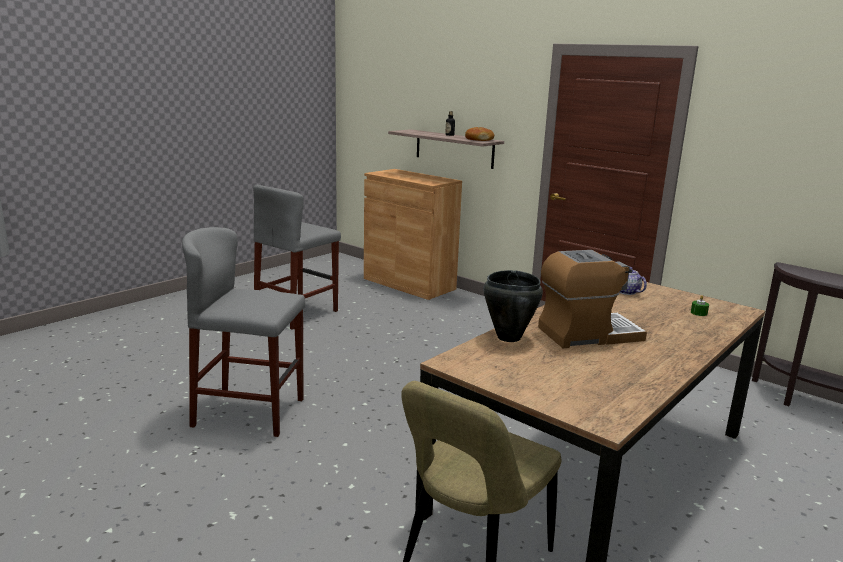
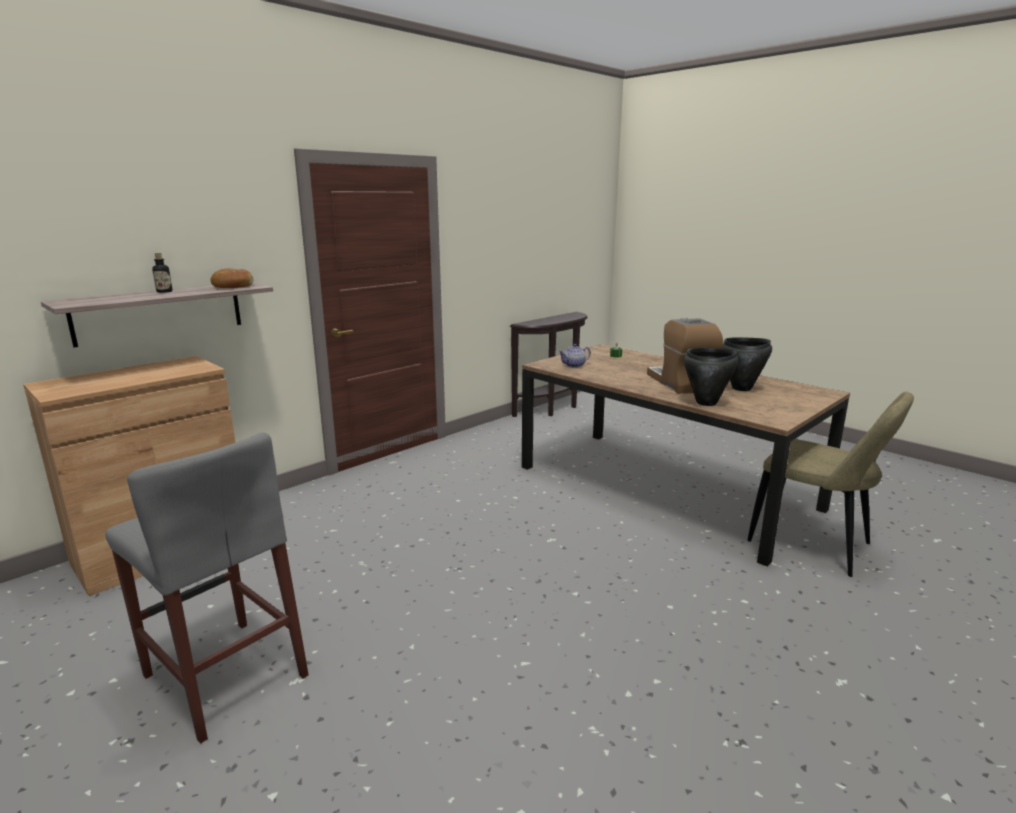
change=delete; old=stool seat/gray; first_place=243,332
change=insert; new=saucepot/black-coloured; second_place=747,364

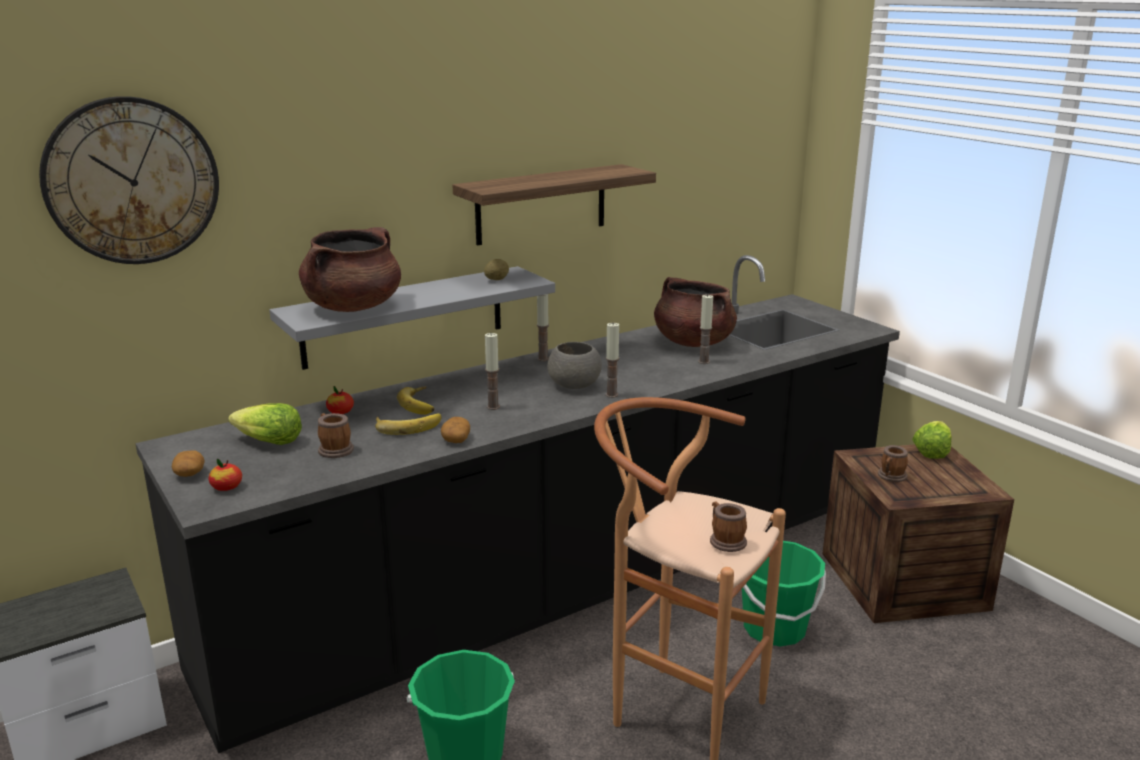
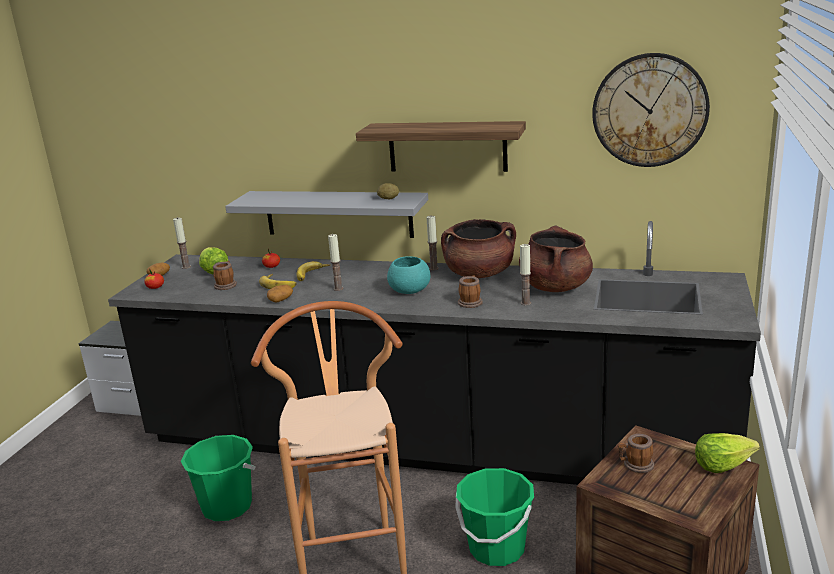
change=move; old=hanging clock; first_place=129,180; second_place=651,110
change=move; old=saucepot/brown; first_place=350,269; second_place=478,248
change=move; old=wax light; first_place=612,360; second_place=182,243
change=move; old=coffee mug; first_place=728,526; second_place=470,291
change=recolor; old=bowl/gray; new=bowl/blue-green; first_place=574,365; second_place=408,275

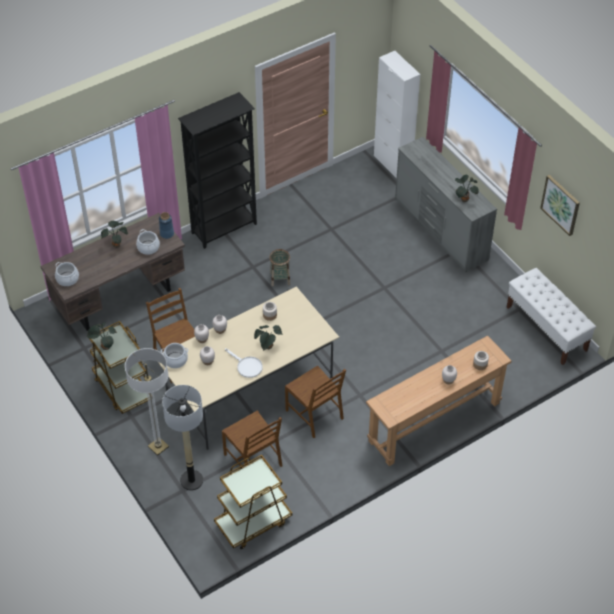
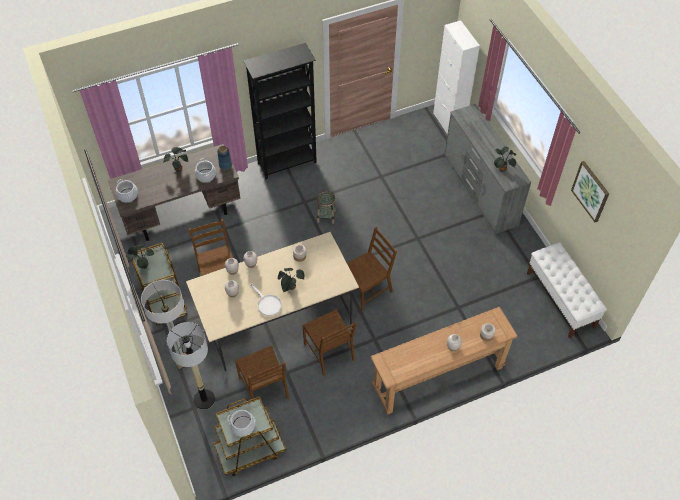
change=insert; new=chair/brown; second_place=372,269
change=move; old=saucepot; first_place=174,355; second_place=241,423

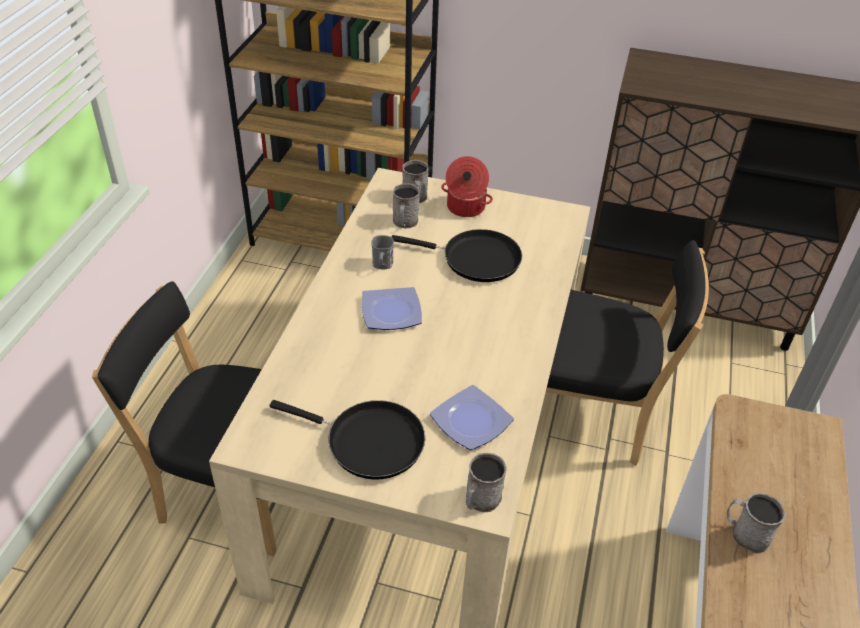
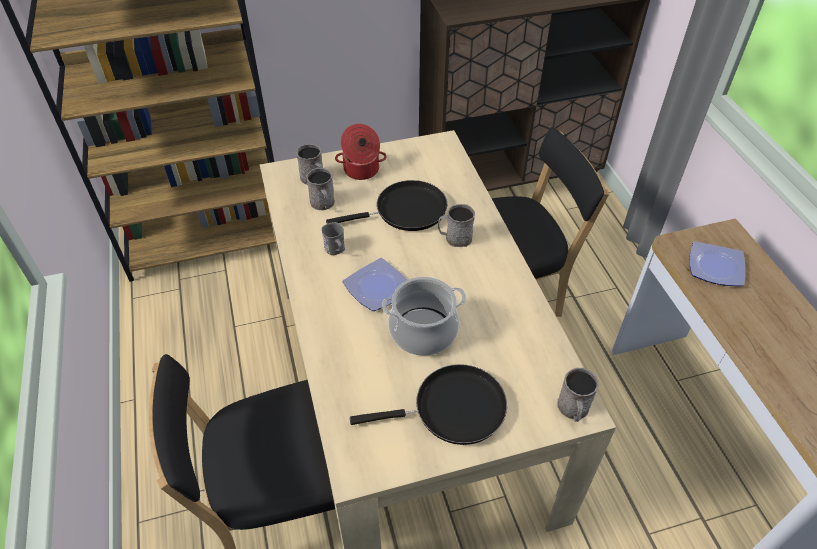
change=insert; new=saucepot; second_place=424,316
change=move; old=dinner plate; first_place=472,417; second_place=717,263
change=move; old=coffee mug/gray; first_place=756,523; second_place=456,225

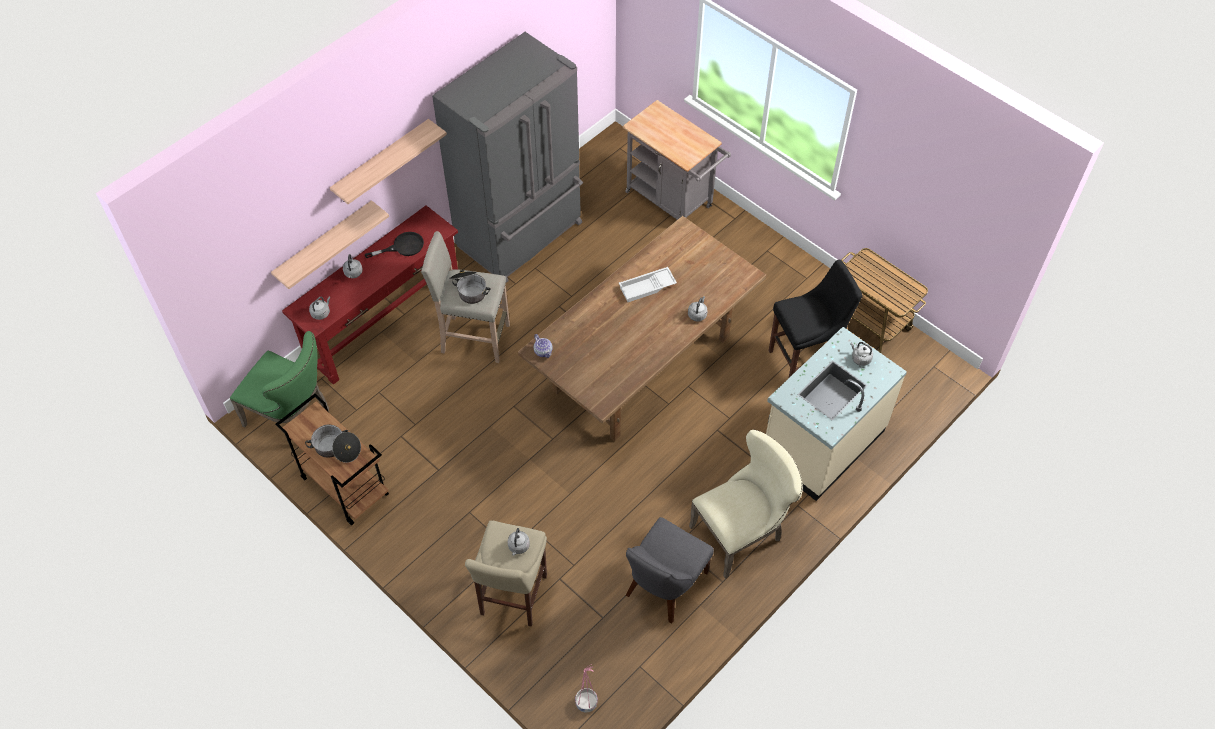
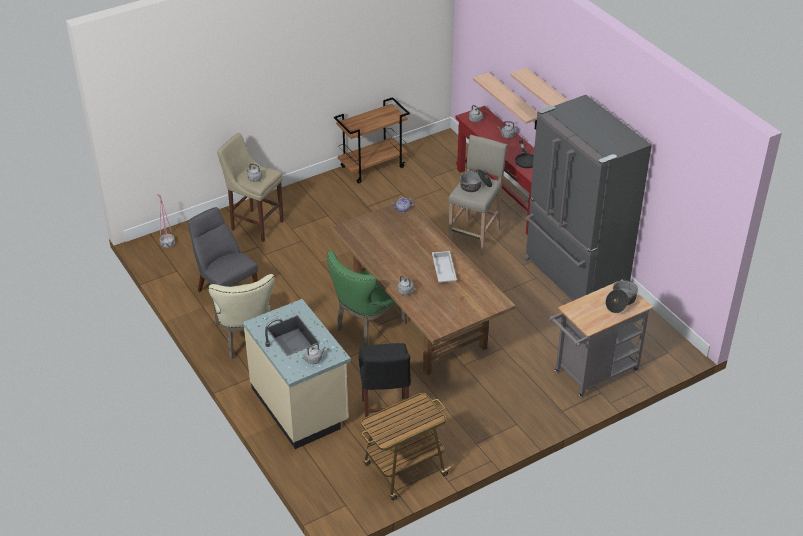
change=move; old=chair/greenish; first_place=279,379; second_place=367,298
change=move; old=saucepot; first_place=333,444; second_place=622,295

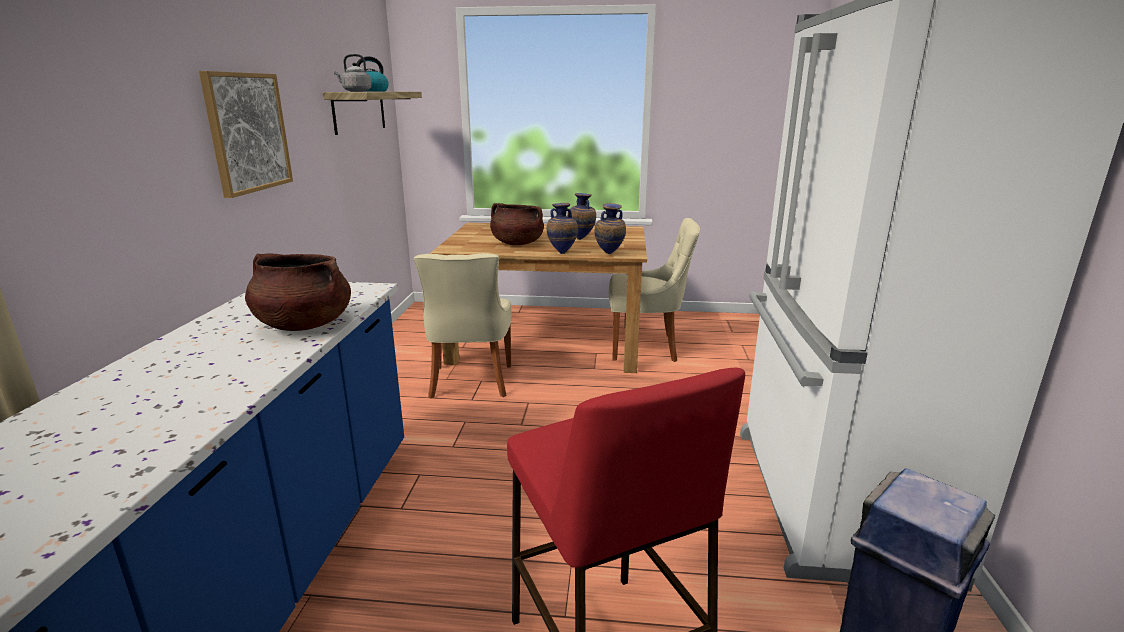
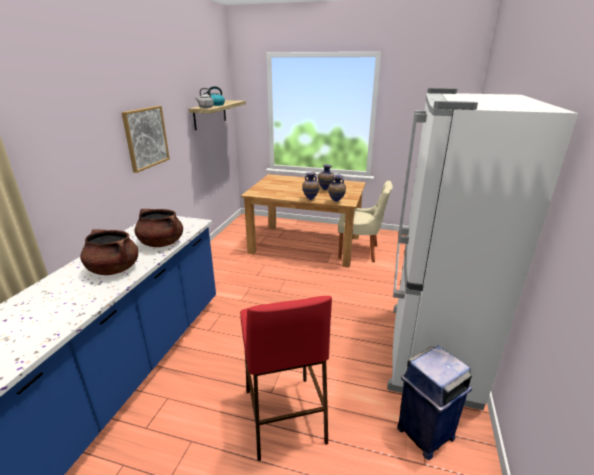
change=delete; old=chair/beige; first_place=463,325
change=move; old=saucepot/brown; first_place=517,224; second_place=109,252

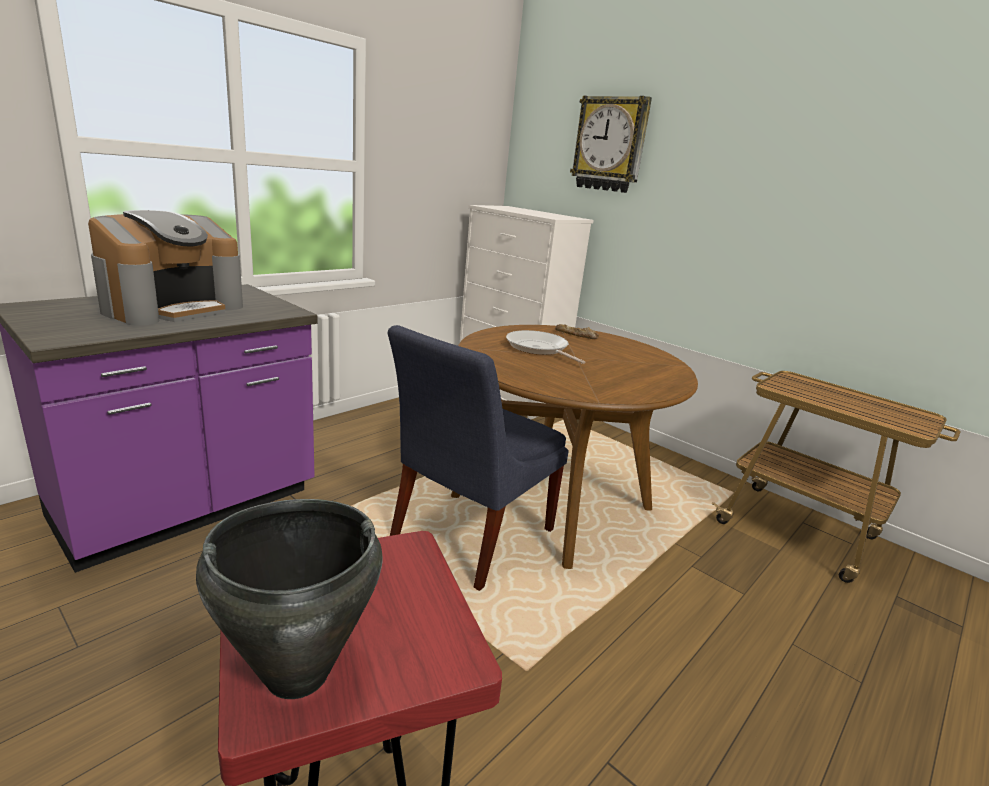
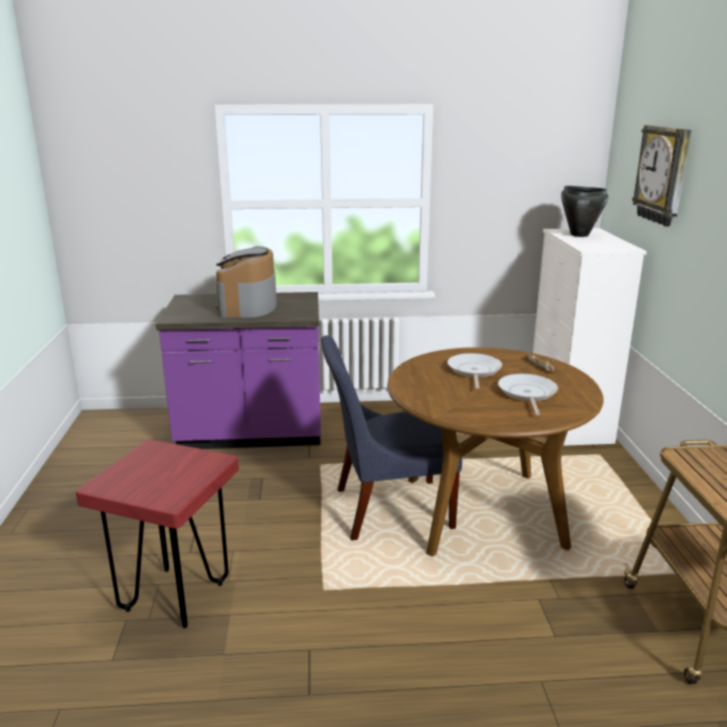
change=insert; new=skillet; second_place=528,394
change=move; old=saucepot/black-coloured; first_place=289,599; second_place=584,211
change=rotate; old=coffee maker; first_place=165,268; second_place=246,281; degrees=105

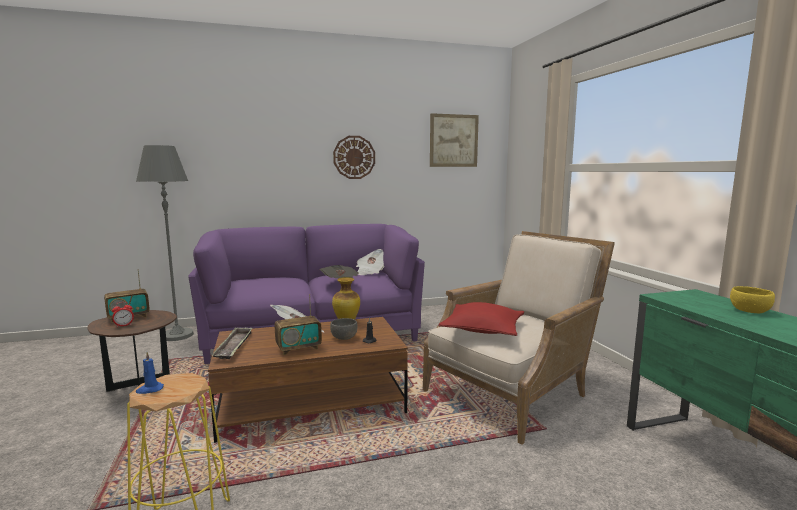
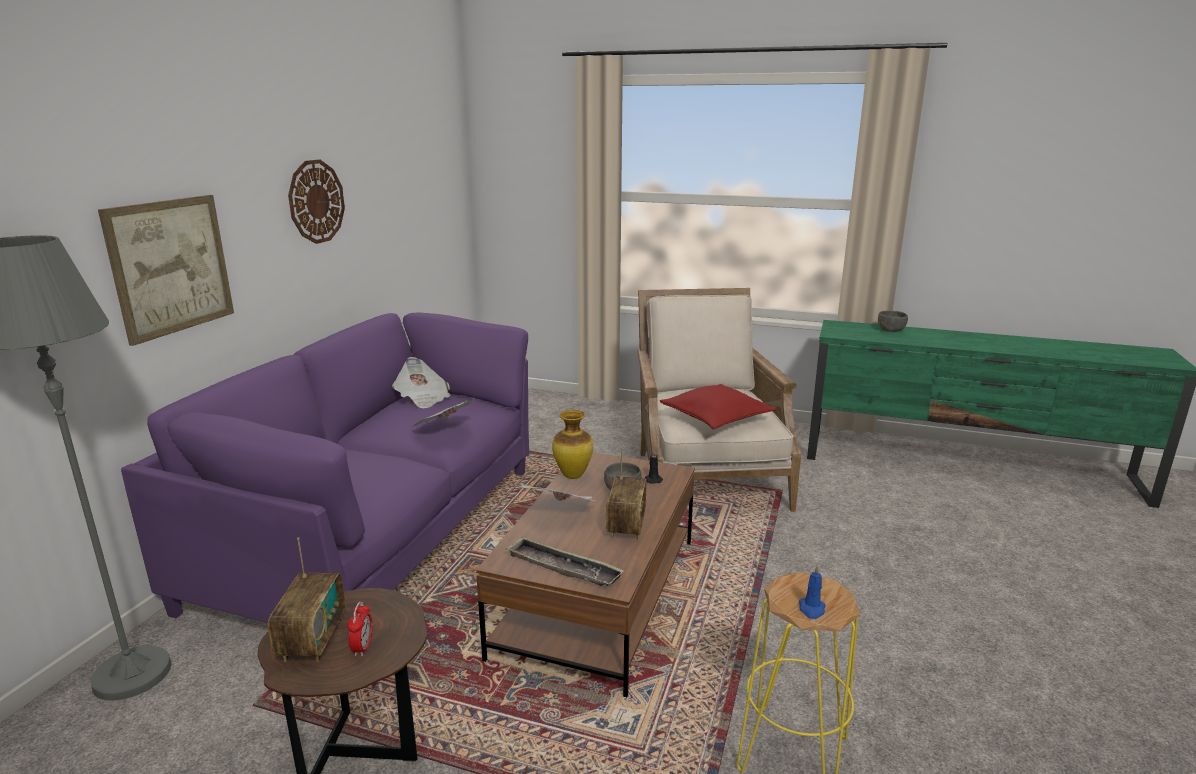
change=move; old=wall art; first_place=454,140; second_place=166,270
change=recolor; old=bowl/yellow-coloured; new=bowl/gray; first_place=752,299; second_place=893,321

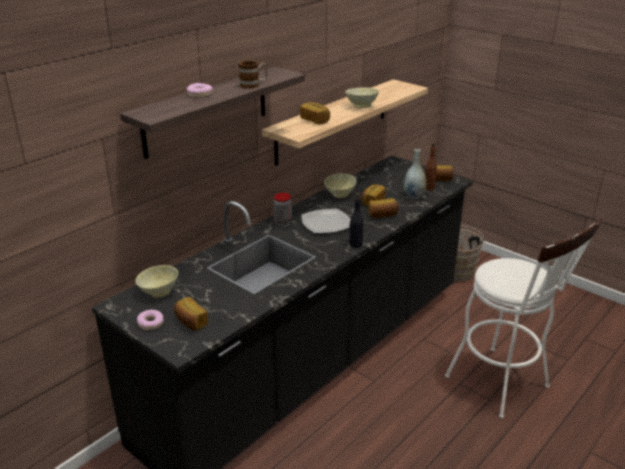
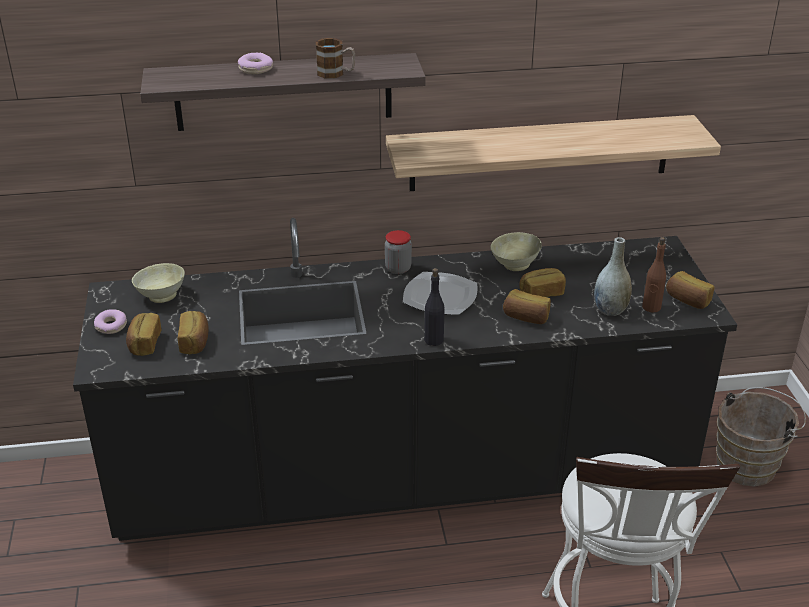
change=delete; old=bowl/beige; first_place=362,97
change=move; old=bakery bread; first_place=315,113; second_place=193,332

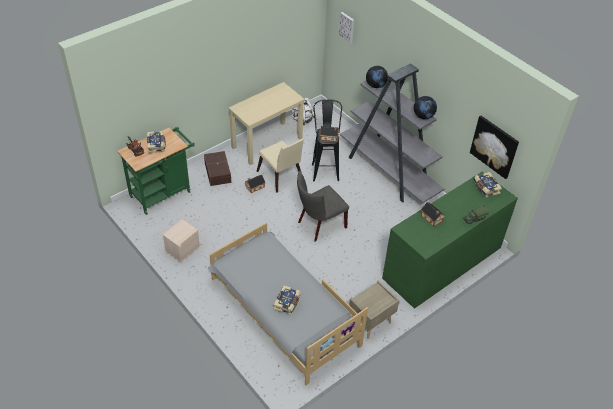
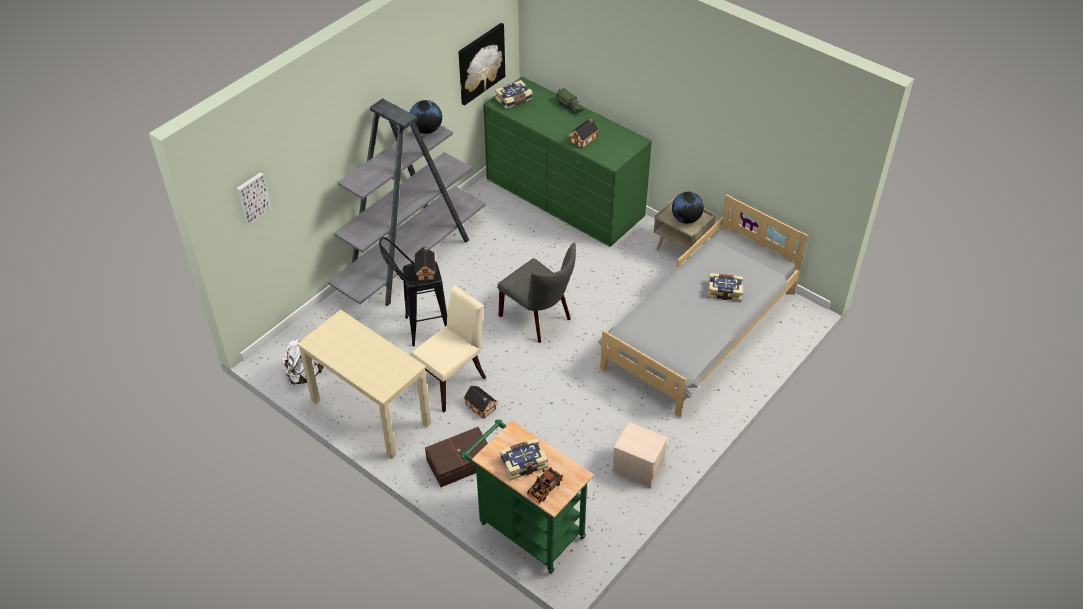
change=move; old=world globe; first_place=377,77; second_place=688,207

